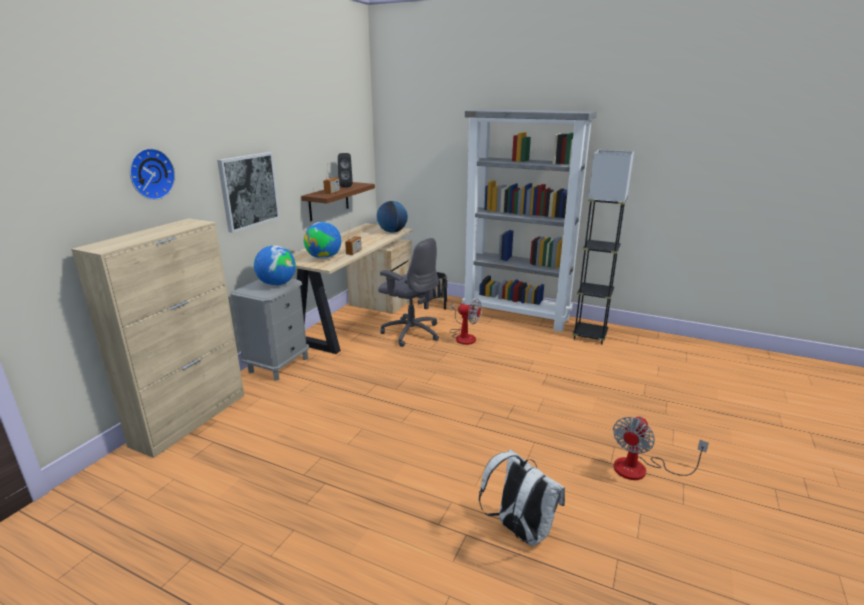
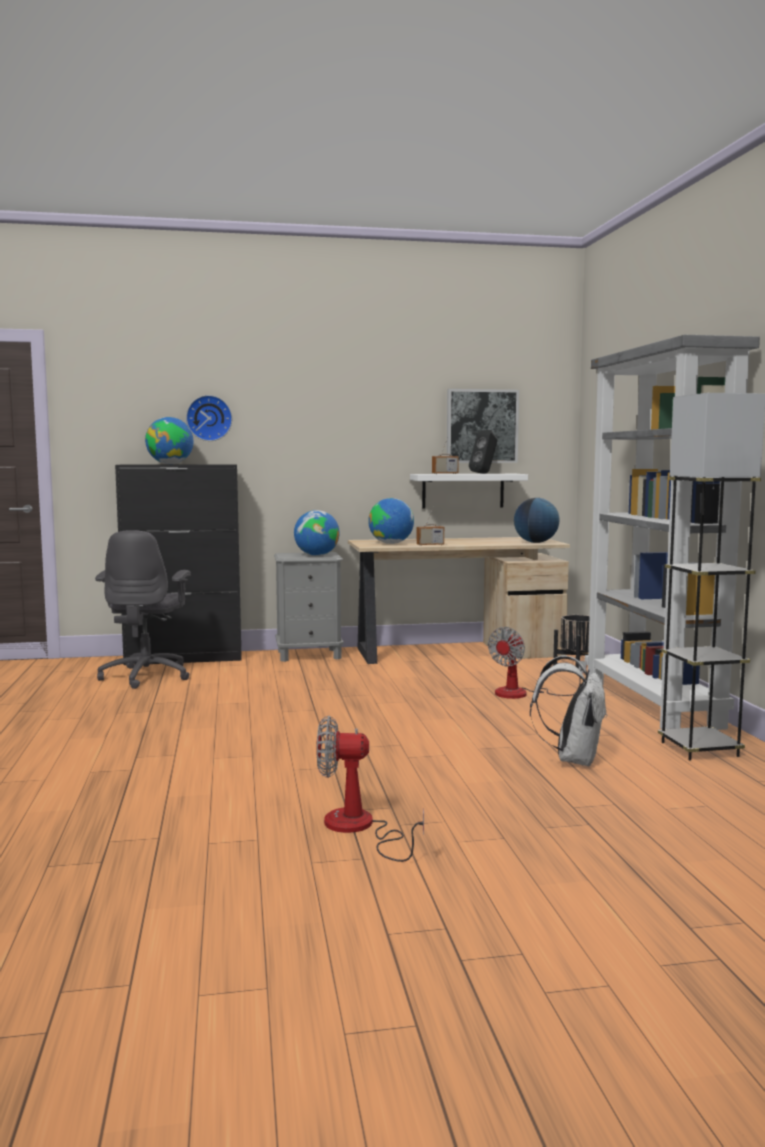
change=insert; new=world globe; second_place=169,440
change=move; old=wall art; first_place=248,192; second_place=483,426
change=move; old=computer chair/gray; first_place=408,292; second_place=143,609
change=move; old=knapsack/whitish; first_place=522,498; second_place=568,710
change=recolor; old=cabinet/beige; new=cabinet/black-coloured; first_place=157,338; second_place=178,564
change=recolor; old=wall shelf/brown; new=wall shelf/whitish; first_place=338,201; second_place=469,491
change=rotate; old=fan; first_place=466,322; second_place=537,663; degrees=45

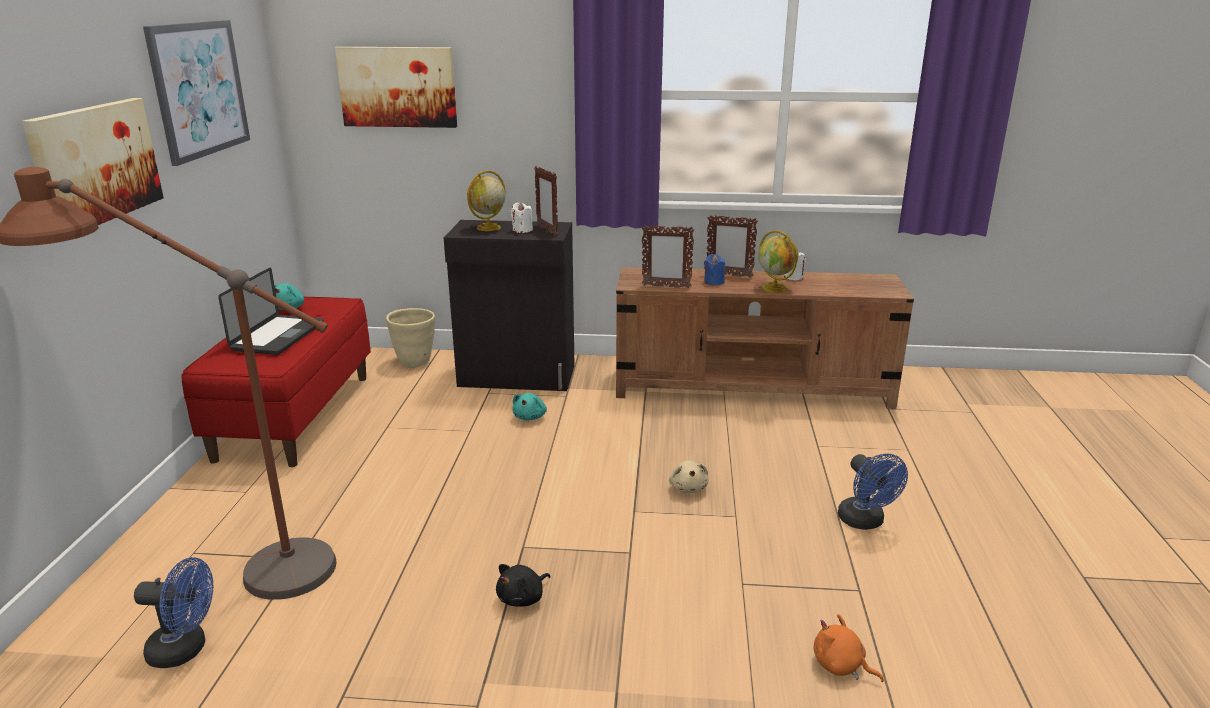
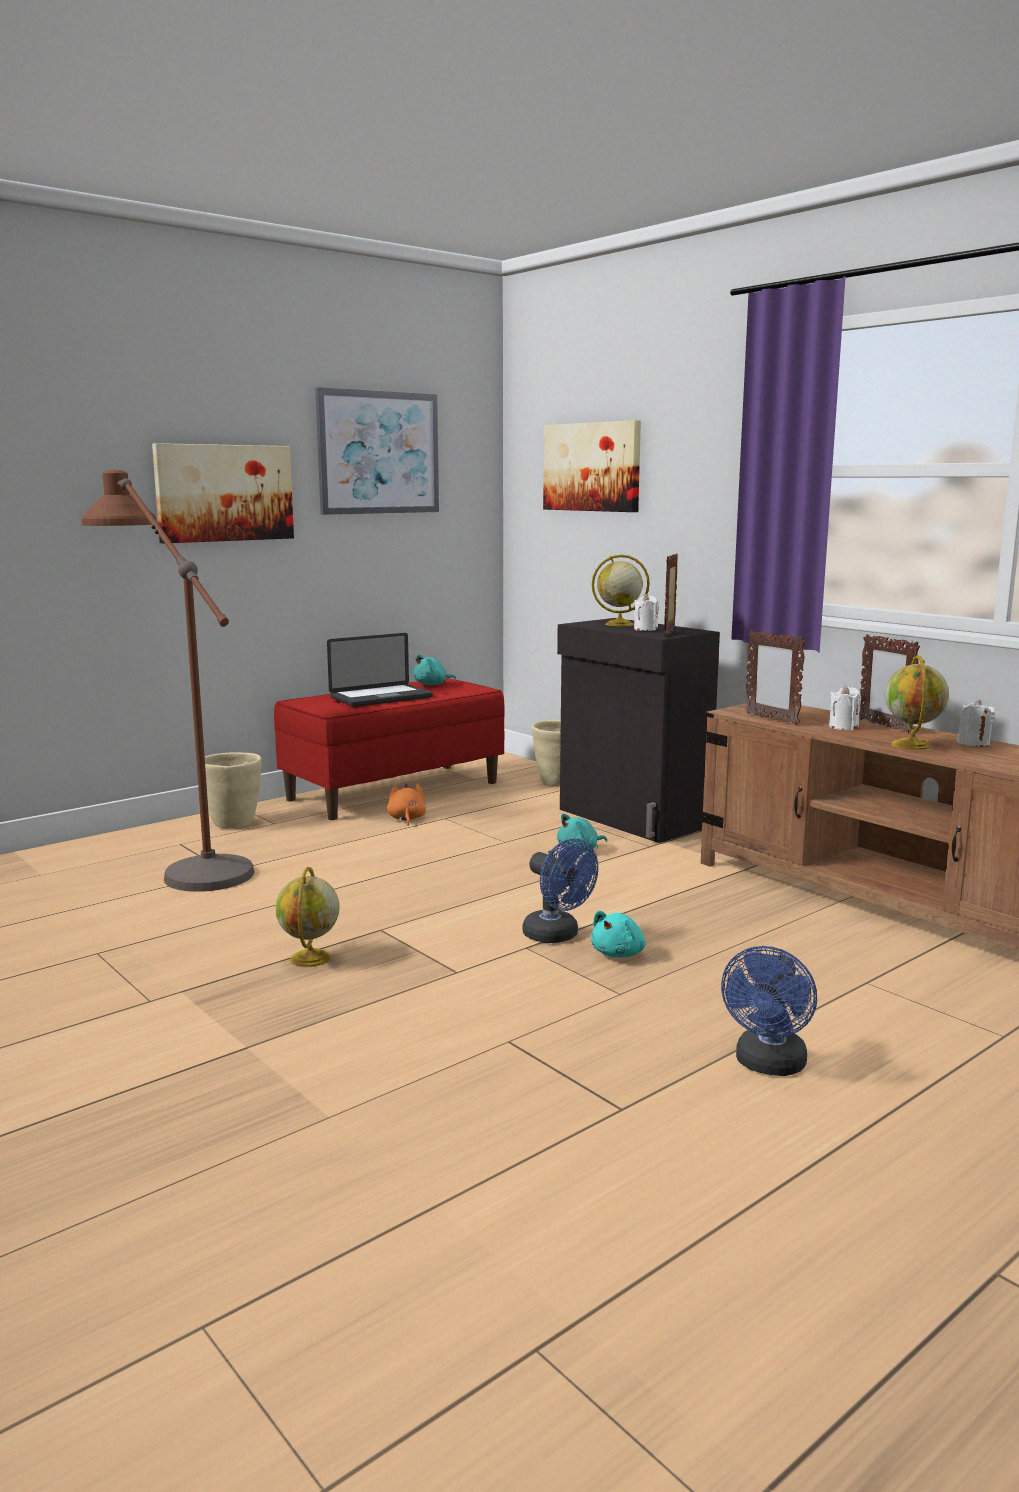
change=insert; new=plant pot/beige; second_place=229,790
change=move; old=fan/bluish; first_place=173,612; second_place=560,891
change=move; old=soft toy/orangey; first_place=849,648; second_place=406,804
change=replace; old=soft toy/black-coloured; new=world globe; first_place=523,585; second_place=307,917
change=recolor; old=soft toy/beige; new=soft toy/blue-green; first_place=688,476; second_place=618,934
change=recolor; old=wax light/bluish; new=wax light/whitish; first_place=714,269; second_place=845,707

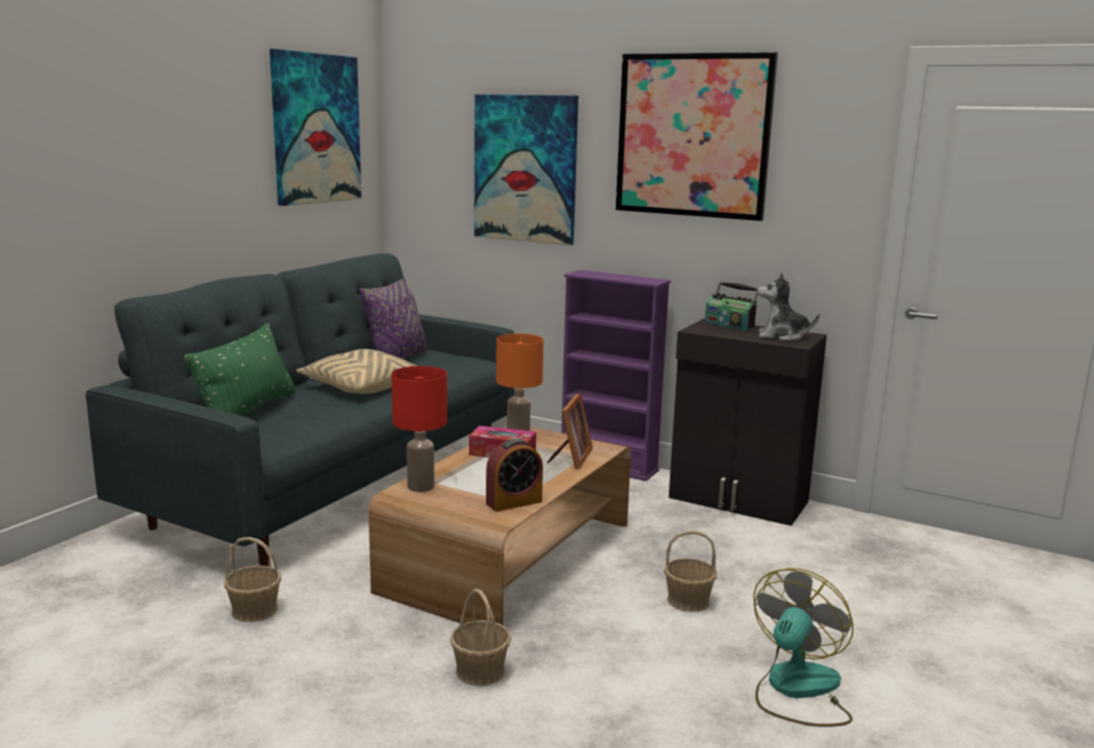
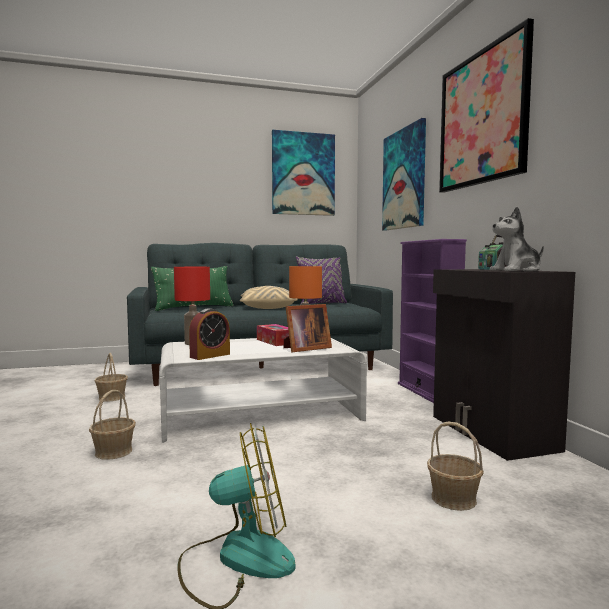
change=move; old=storage basket; first_place=690,571; second_place=455,466
change=recolor; old=lounge table/brown; new=lounge table/whitish; first_place=500,525; second_place=263,390
change=rotate; old=alarm clock; first_place=514,475; second_place=209,334; degrees=-60
change=rotate; old=soft toy; first_place=788,307; second_place=517,239; degrees=-75

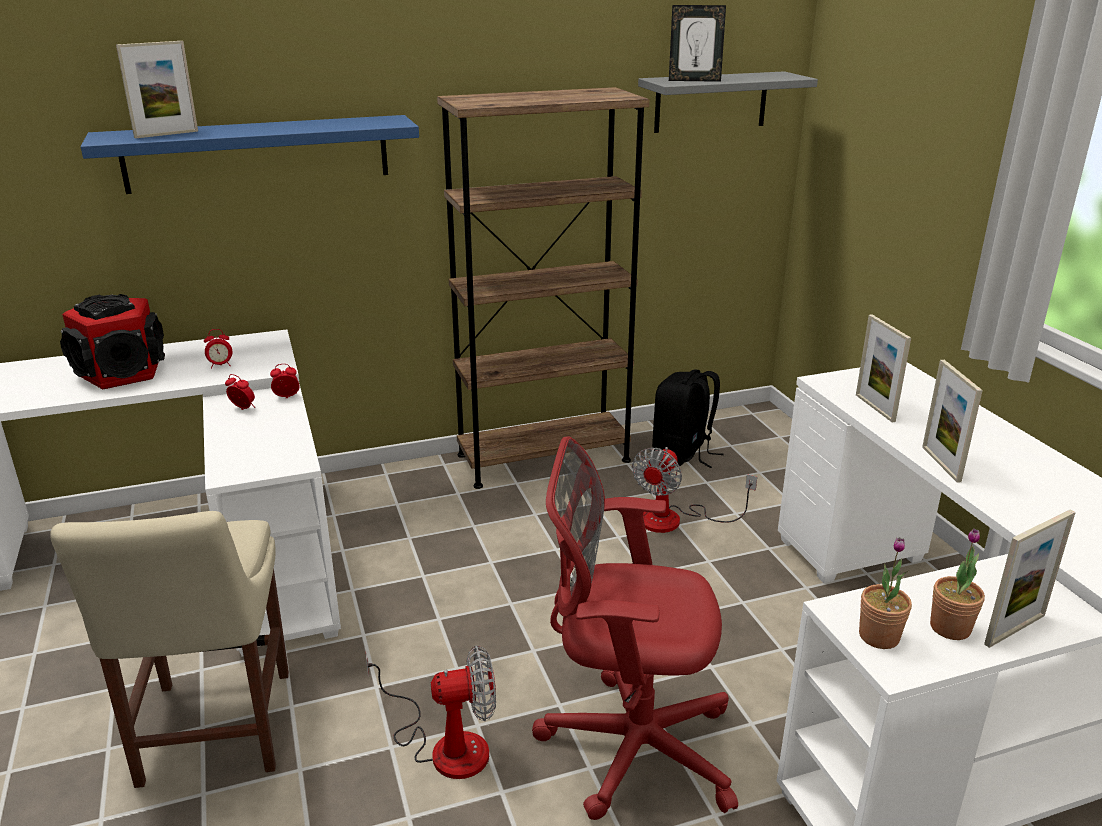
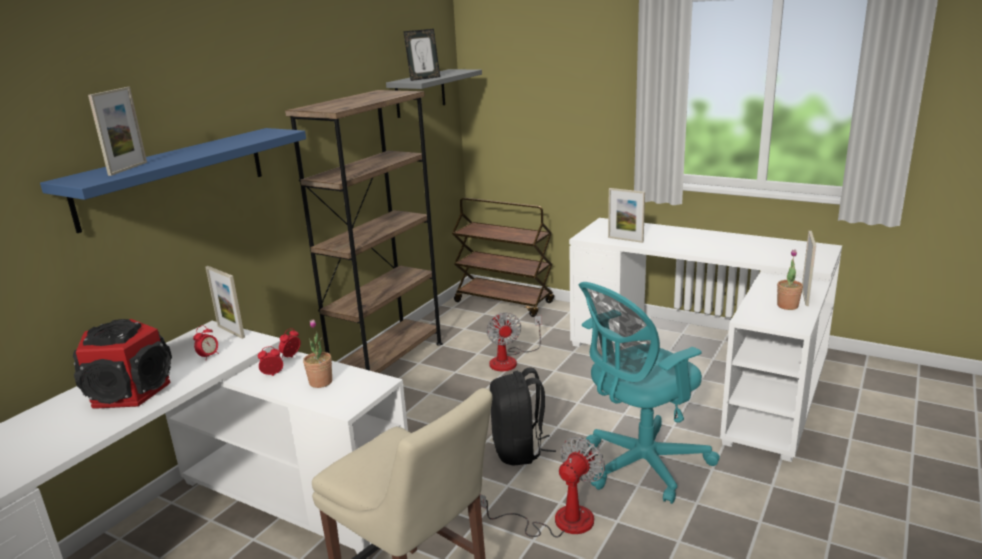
change=insert; new=cart/brown; second_place=503,257
change=move; old=knapsack/black-coloured; first_place=688,418; second_place=523,417
change=move; old=houseplant; first_place=885,593; second_place=317,353
change=move; old=photo frame; first_place=952,421; second_place=225,302
change=recolor; old=computer chair/reddish; new=computer chair/blue-green; first_place=635,628; second_place=649,393

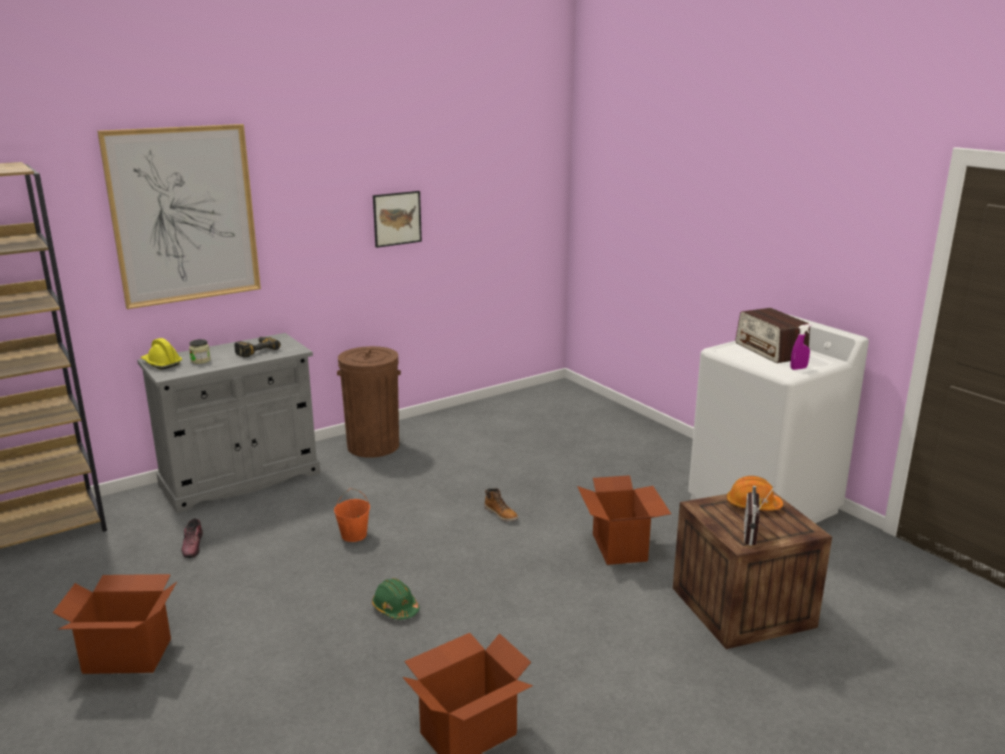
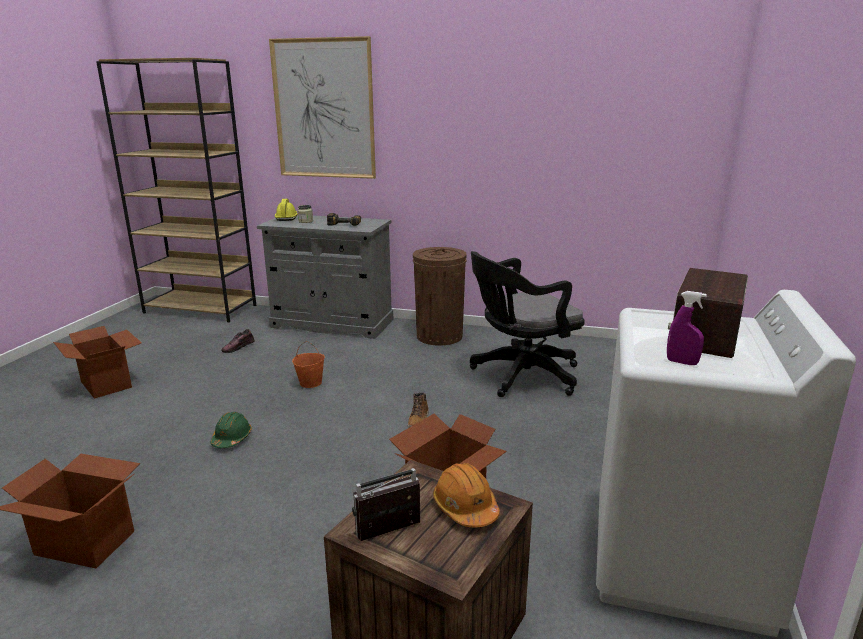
change=delete; old=wall art; first_place=397,219
change=insert; new=computer chair/black-coloured; second_place=527,324

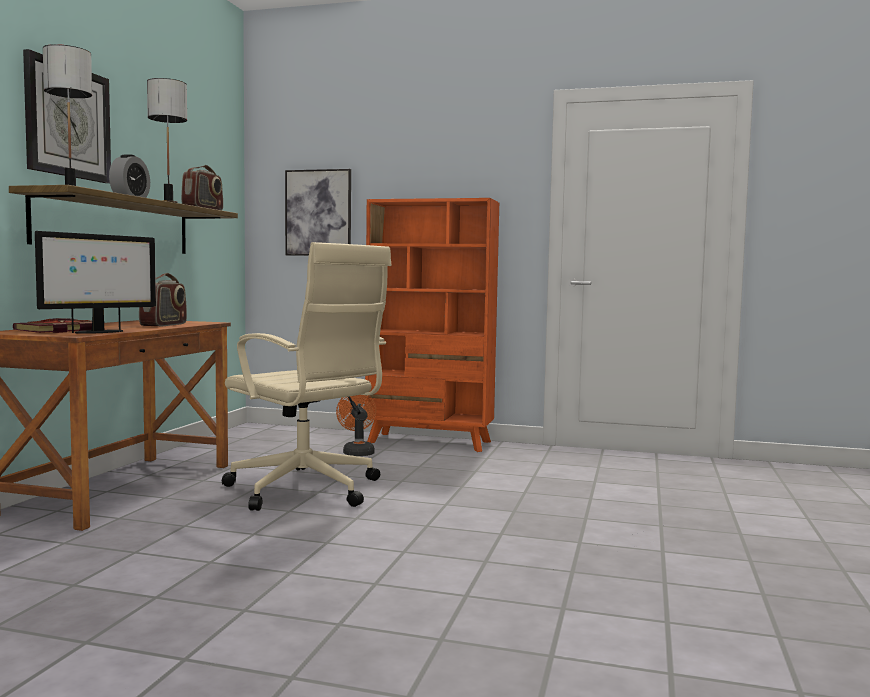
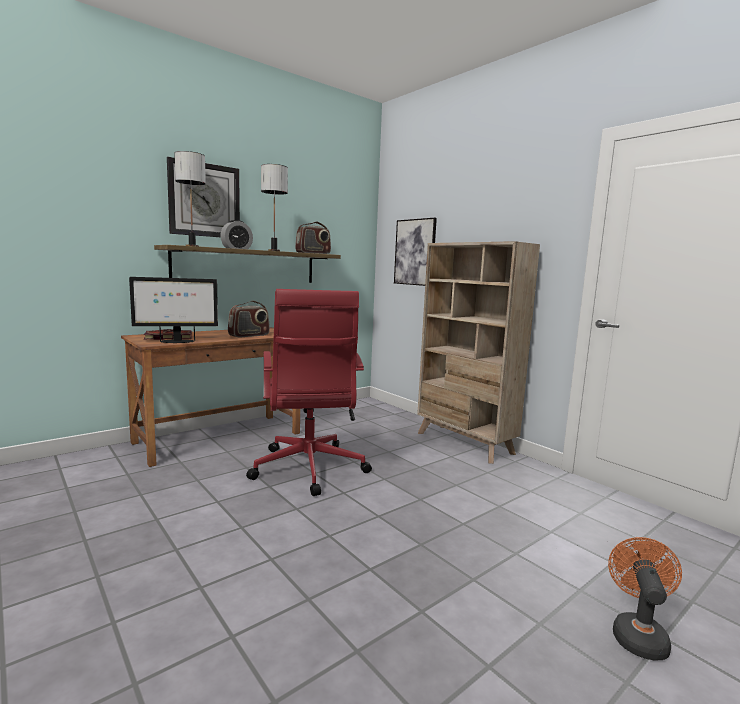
change=move; old=fan/orangey; first_place=356,425; second_place=645,599
change=recolor; old=computer chair/beige; new=computer chair/reddish; first_place=306,376; second_place=309,392
change=recolor; old=shelving unit/orangey; new=shelving unit/beige; first_place=432,325; second_place=478,352

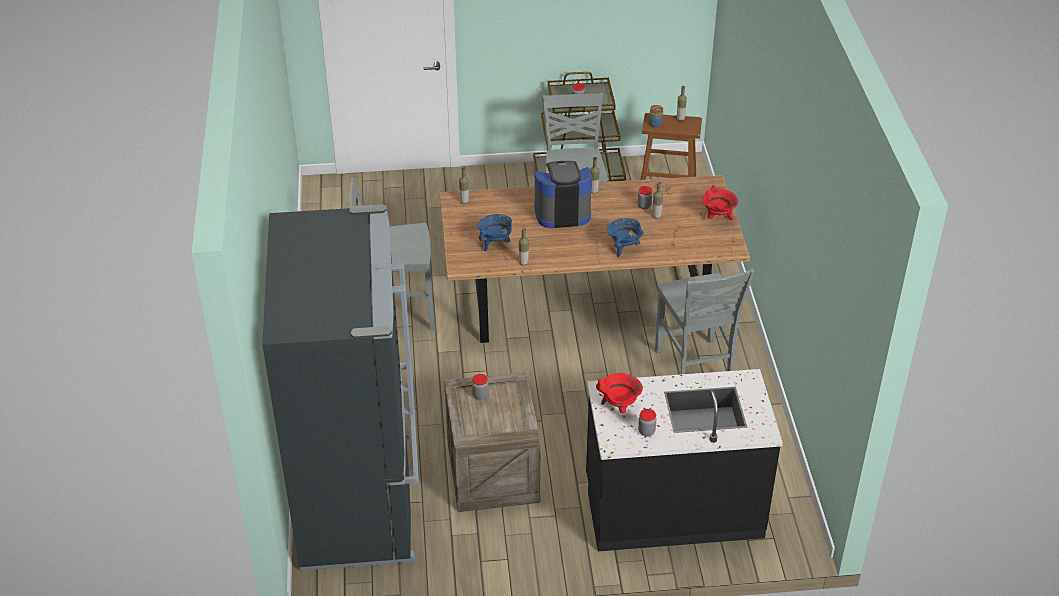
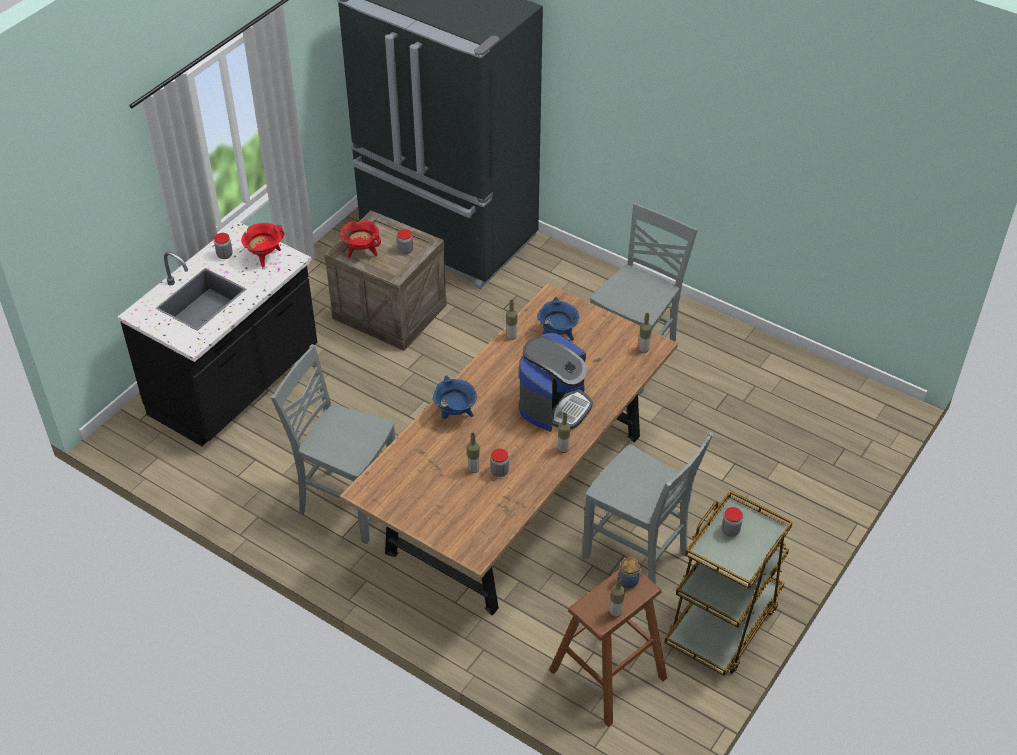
change=move; old=saucepot/reddish; first_place=720,202; second_place=360,239

